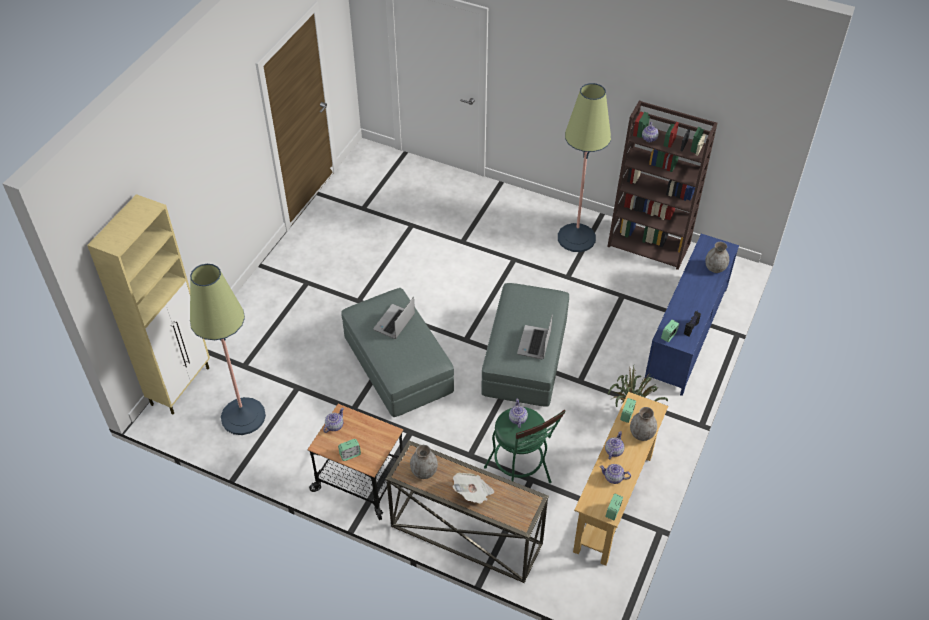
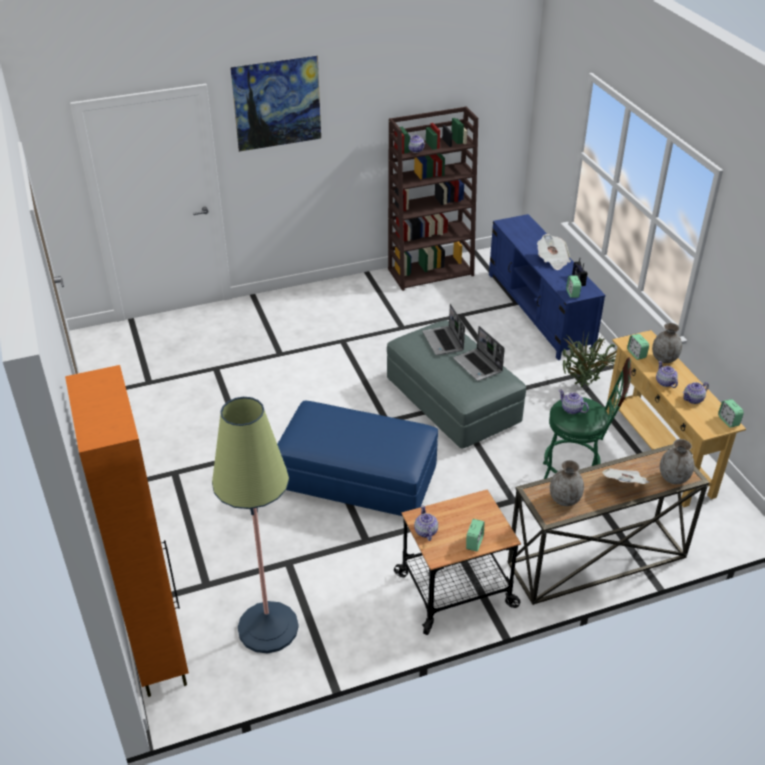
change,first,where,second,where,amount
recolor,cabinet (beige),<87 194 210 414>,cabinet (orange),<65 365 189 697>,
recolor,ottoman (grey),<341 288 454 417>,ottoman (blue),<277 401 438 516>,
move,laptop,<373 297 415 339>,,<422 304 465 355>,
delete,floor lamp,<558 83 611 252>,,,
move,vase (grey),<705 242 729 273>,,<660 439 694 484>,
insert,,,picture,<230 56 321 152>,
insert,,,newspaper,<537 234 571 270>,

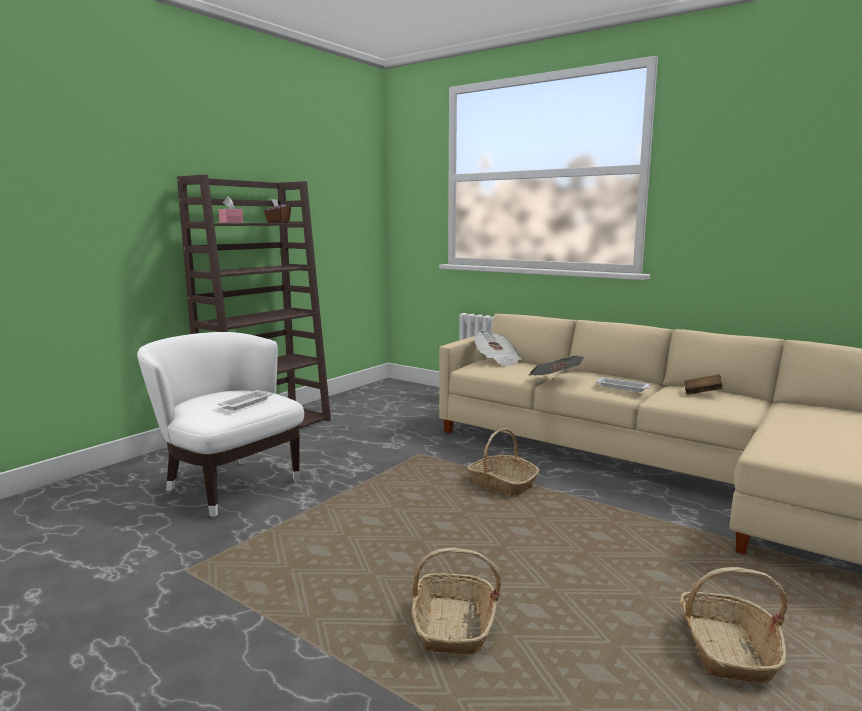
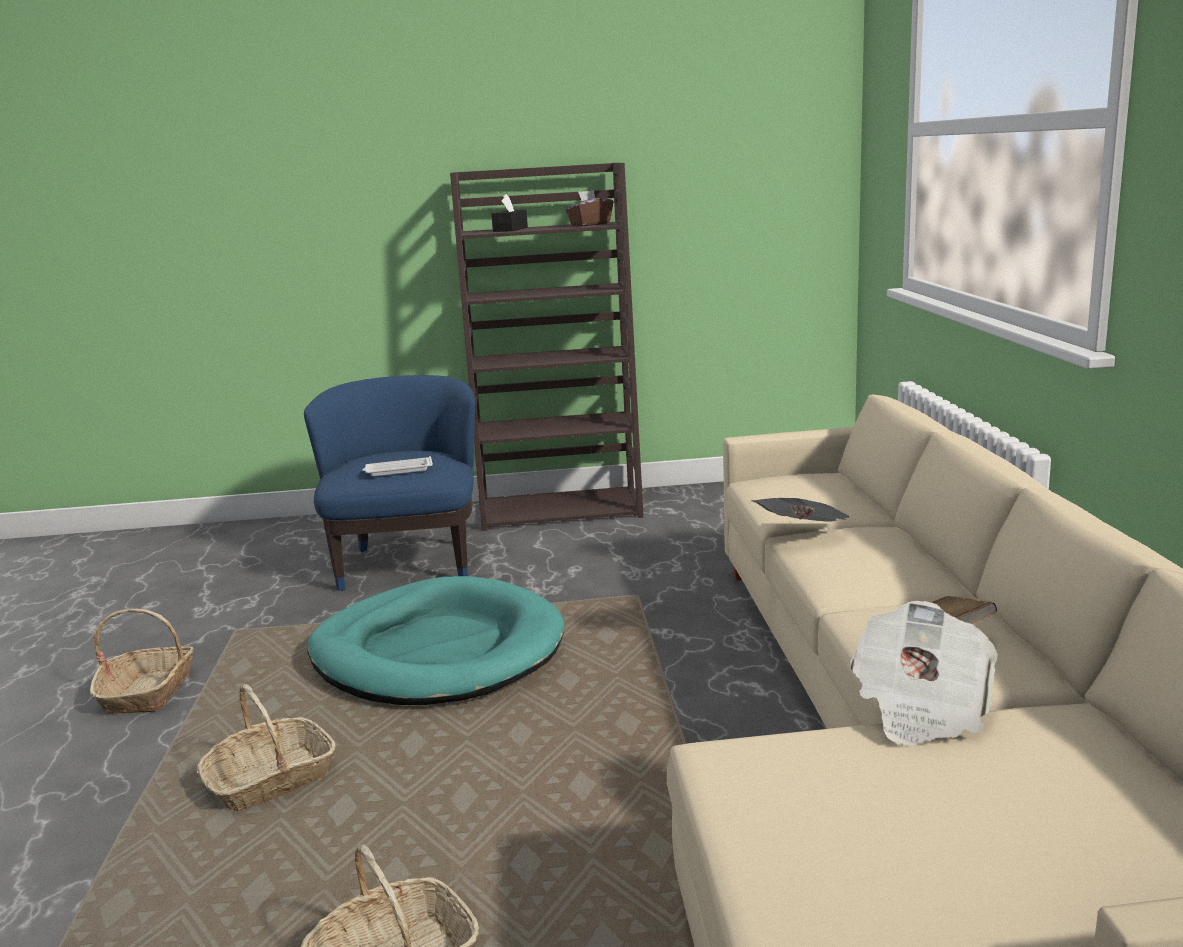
change,first,where,second,where,amount
recolor,armchair (white),<137 332 304 517>,armchair (blue),<304 375 475 591>,
recolor,tissue box (pink),<219 196 243 223>,tissue box (black),<491 194 528 232>,
move,basket,<467 428 539 496>,,<90 609 194 714>,
move,newspaper,<474 330 522 367>,,<850 601 998 745>,
delete,tray (white),<596 377 650 392>,,,
insert,,,dog bed (turquoise),<307 576 564 705>,

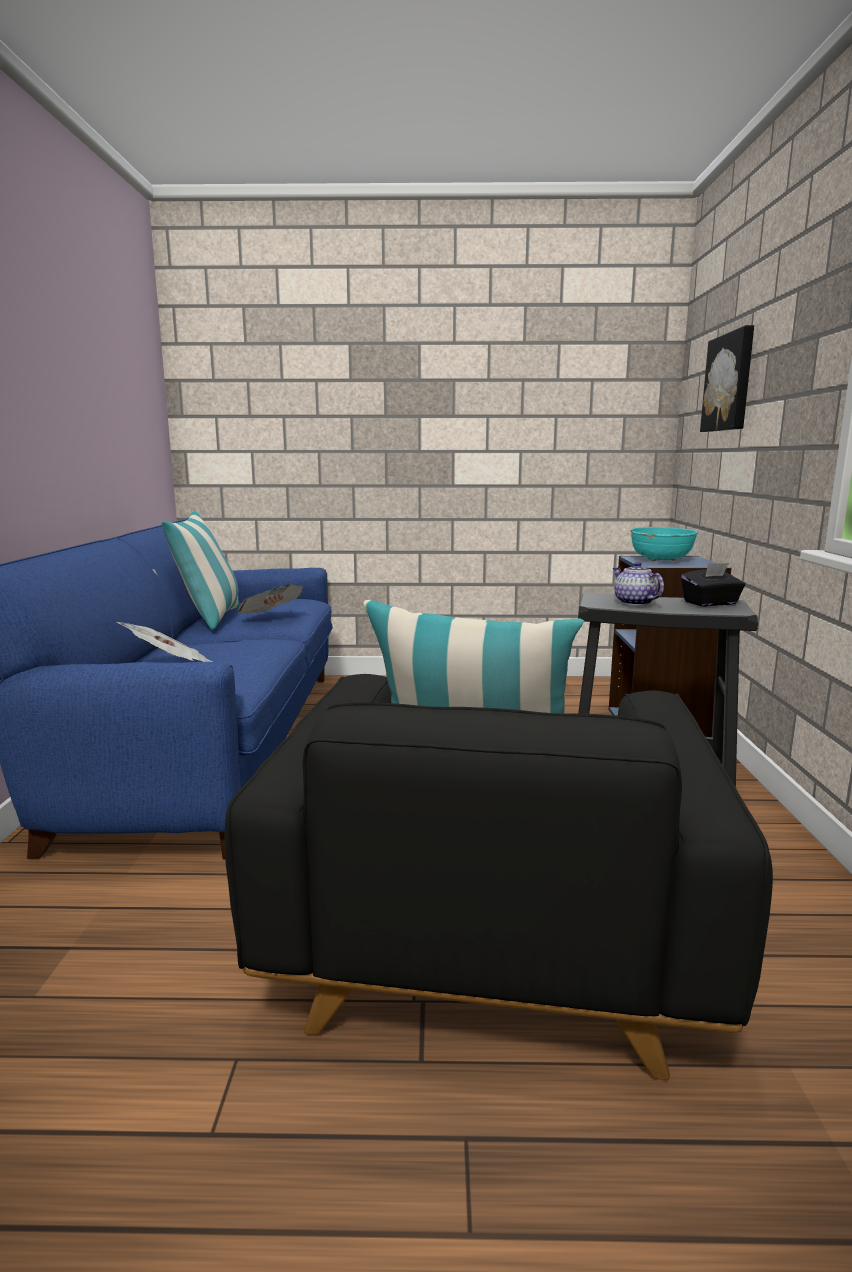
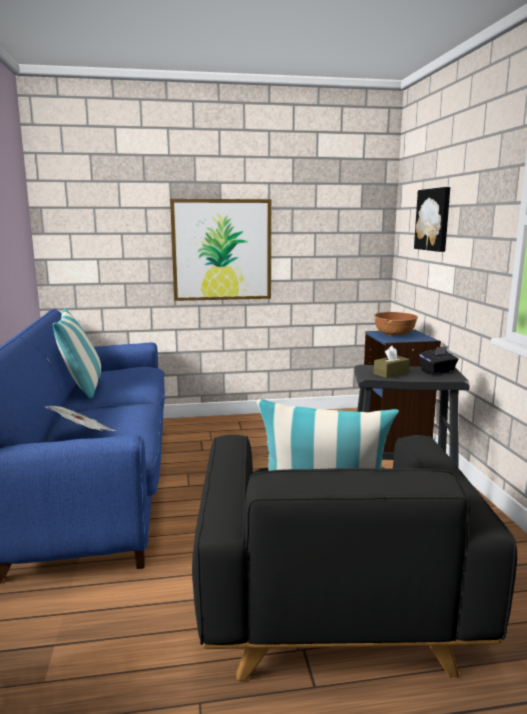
change,first,where,second,where,amount
delete,newspaper,<237 584 303 614>,,,
replace,teapot,<613 562 664 606>,tissue box (brown),<374 346 410 378>,
recolor,bowl (turquoise),<630 527 698 561>,bowl (brown),<374 312 418 336>,
insert,,,picture,<170 199 271 301>,

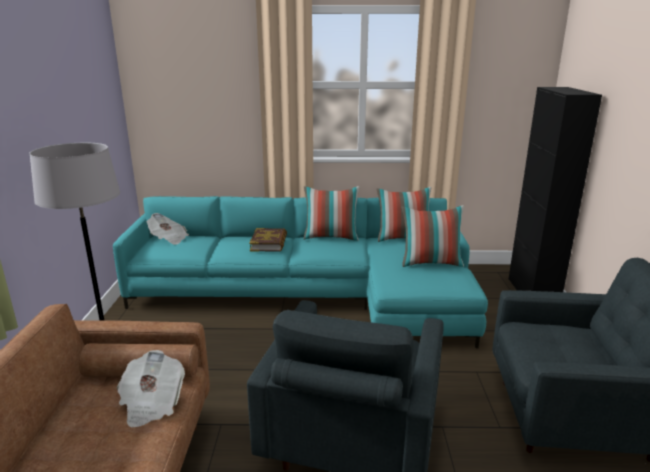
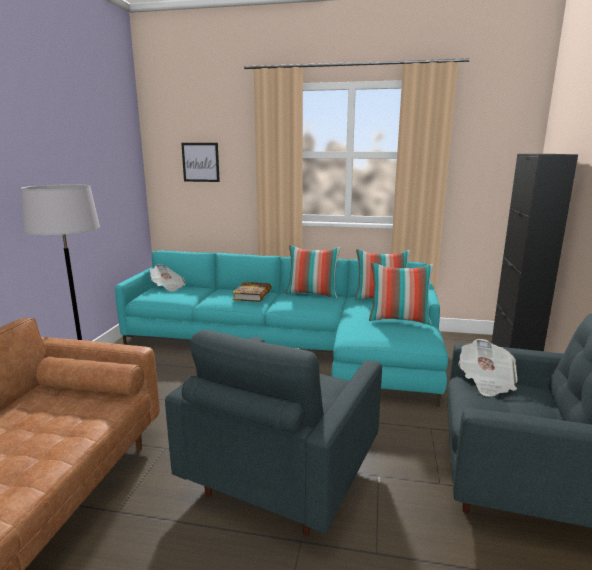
change,first,where,second,where,amount
move,newspaper,<117 350 185 428>,,<458 339 517 396>,
insert,,,picture,<181 143 220 182>,

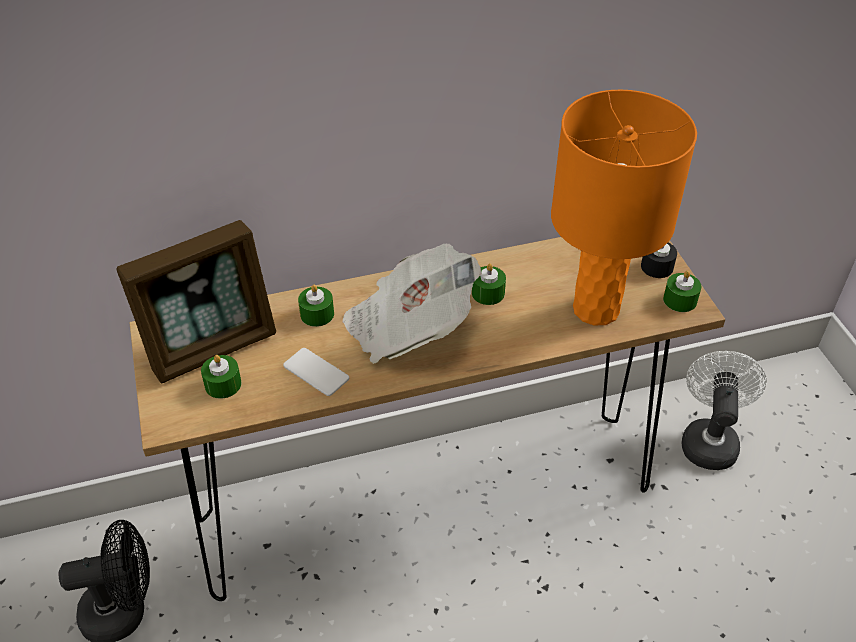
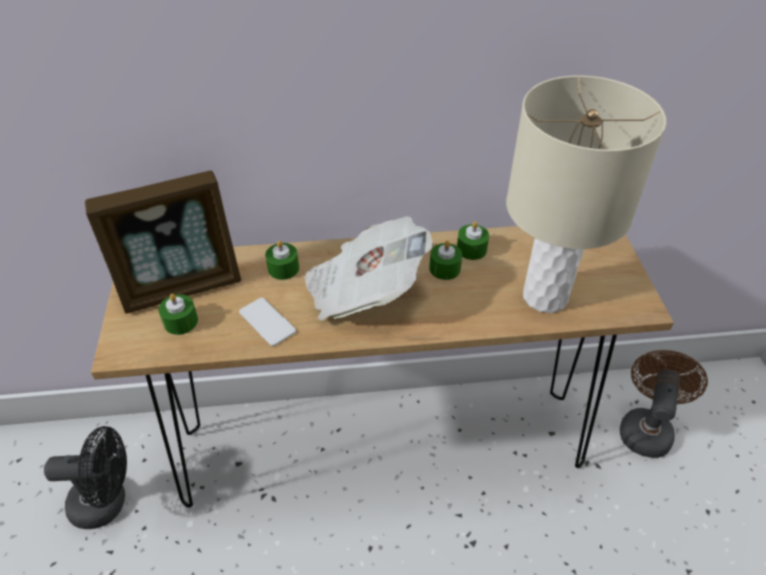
change,first,where,second,where,amount
recolor,table lamp (orange),<551 90 697 326>,table lamp (beige),<506 75 666 313>,
delete,candle (black),<641 243 677 278>,,,
move,candle (green),<663 271 701 312>,,<457 221 489 260>,
recolor,fan (white),<682 351 767 470>,fan (brown),<620 350 708 458>,

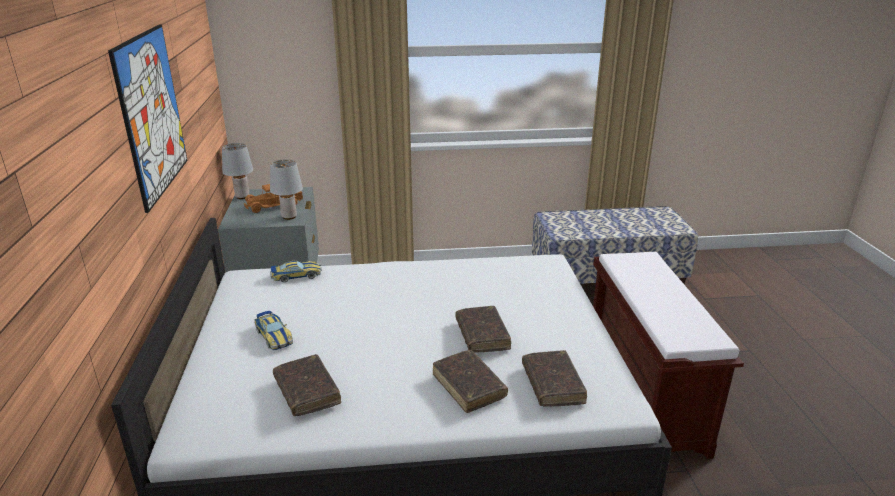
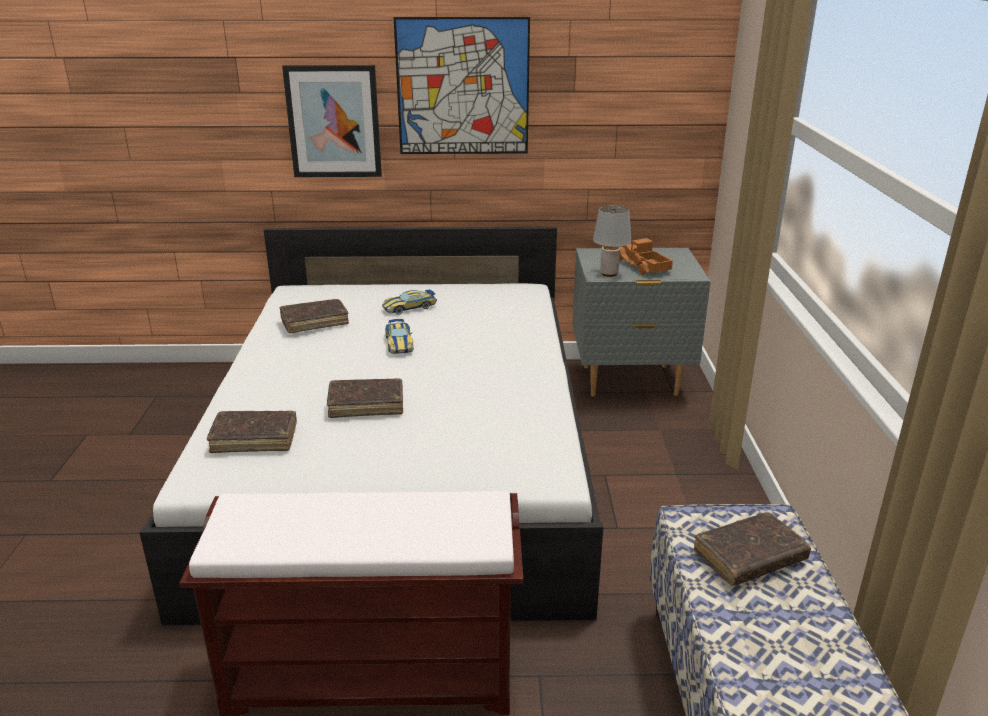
change,first,where,second,where,amount
delete,table lamp (grey),<222 143 253 199>,,,
move,toy car,<270 261 322 282>,,<385 319 413 354>,
move,book (brown),<433 350 508 413>,,<694 512 811 586>,
insert,,,picture,<282 65 382 177>,

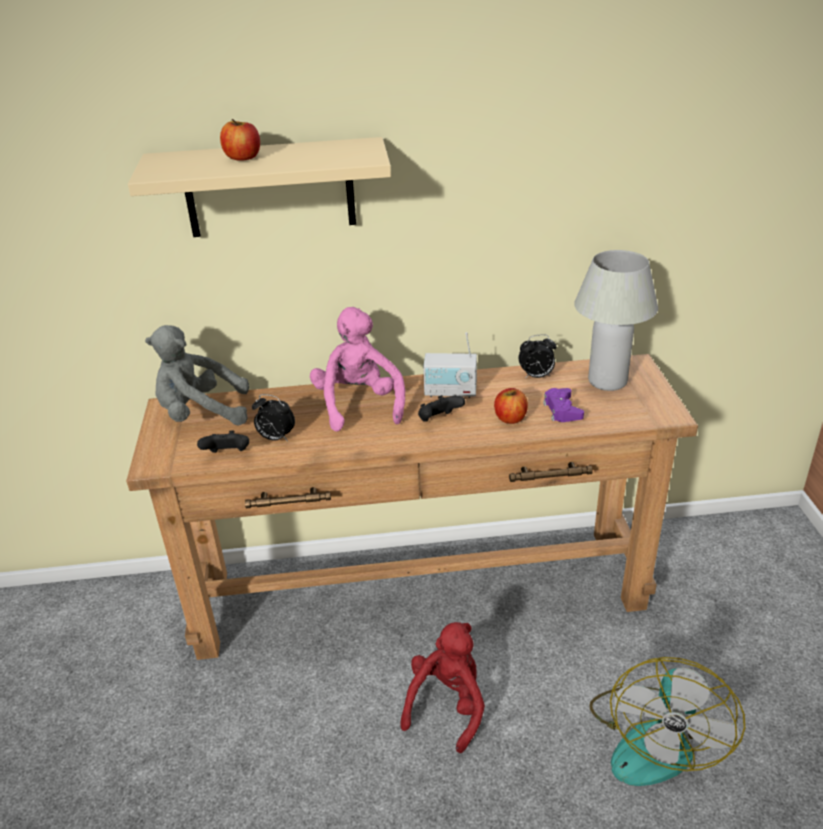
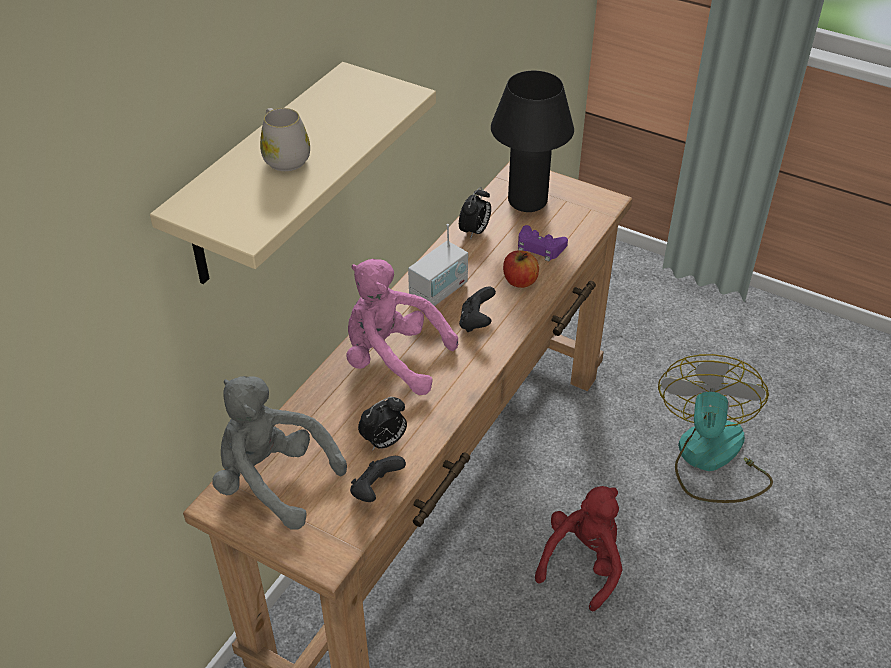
change,first,where,second,where,amount
rotate,plush toy (grey),<145 325 249 425>,,<212 376 347 529>,90 degrees clockwise
replace,apple,<220 119 260 161>,mug (white),<260 108 310 171>,
rotate,plush toy (red),<400 622 485 753>,,<535 486 622 612>,60 degrees clockwise
recolor,table lamp (white),<574 250 658 391>,table lamp (black),<491 71 574 212>,
rotate,fan,<589 657 745 786>,,<658 354 773 503>,135 degrees counterclockwise

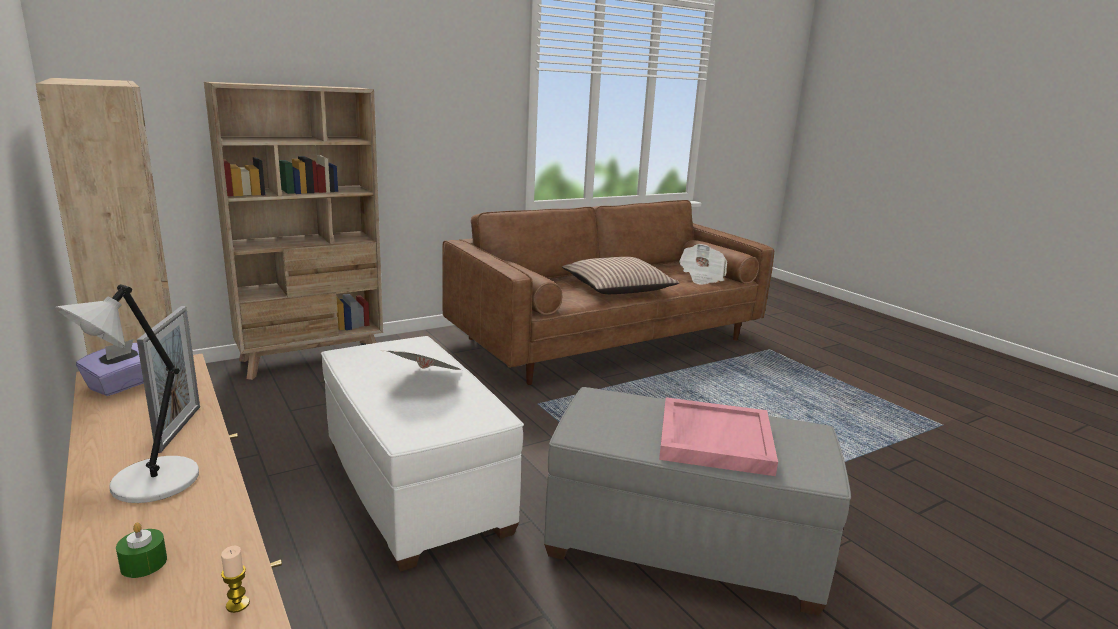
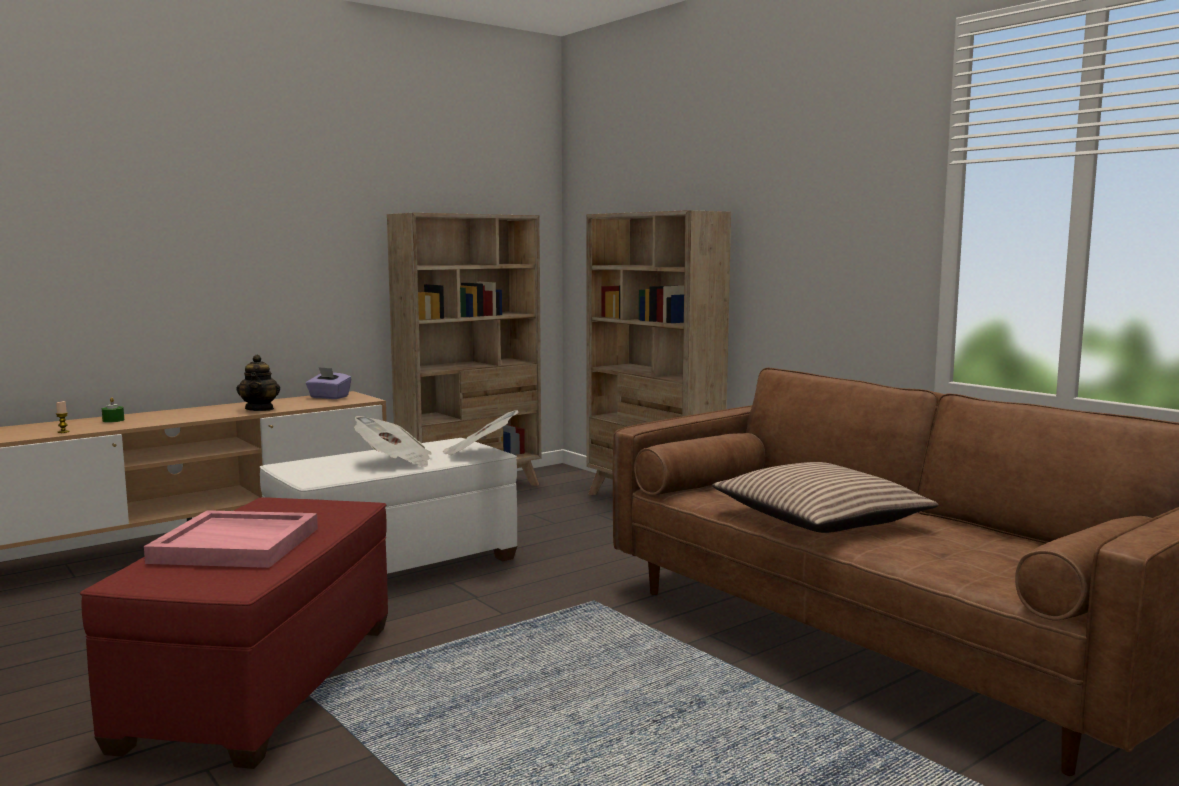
change,first,where,second,where,amount
delete,table lamp (grey),<55 284 199 503>,,,
replace,picture frame,<137 306 200 453>,teapot,<236 355 280 411>,
recolor,ottoman (grey),<544 387 851 616>,ottoman (red),<80 497 388 769>,
move,newspaper,<679 244 727 285>,,<443 410 519 456>,

